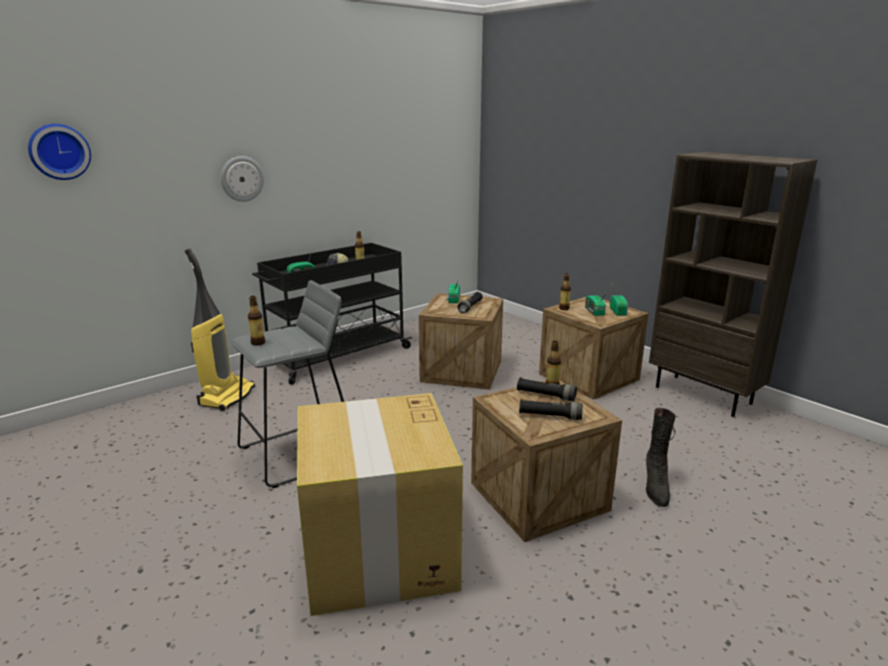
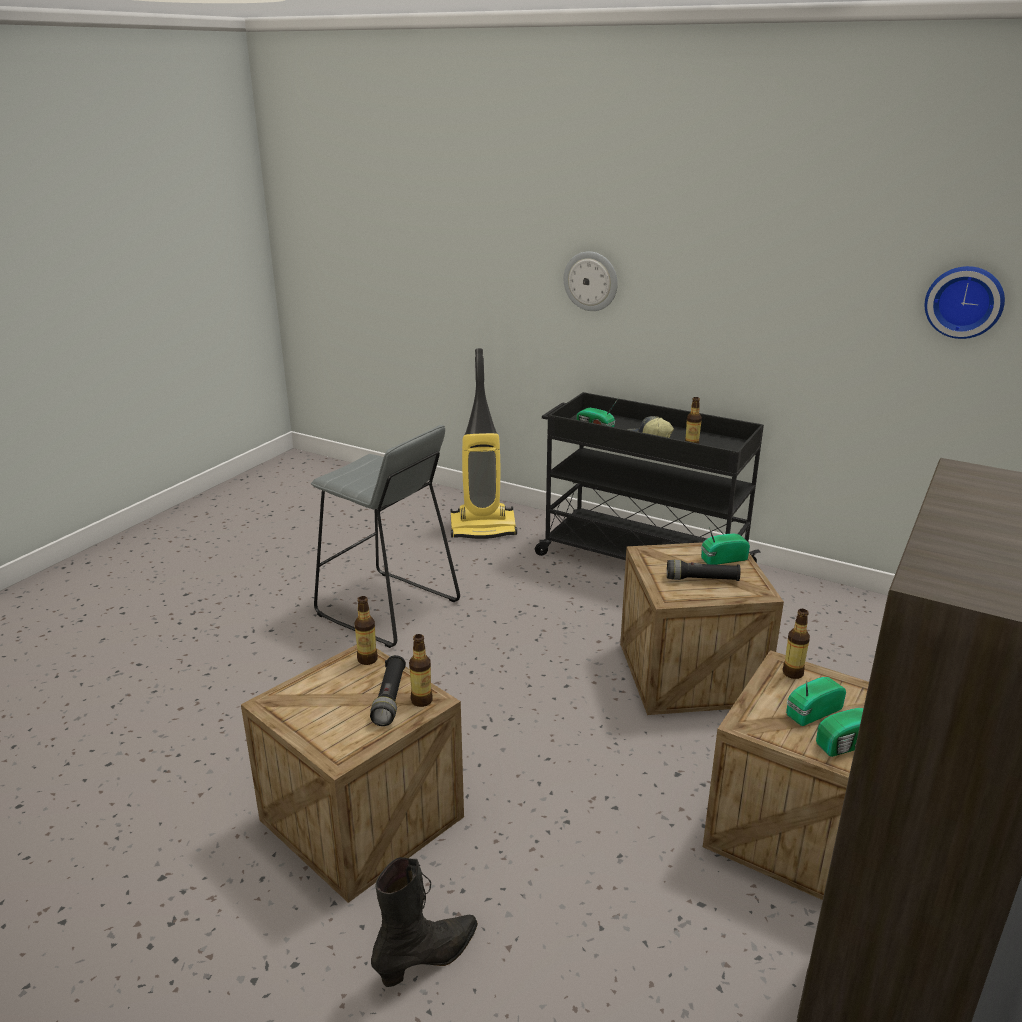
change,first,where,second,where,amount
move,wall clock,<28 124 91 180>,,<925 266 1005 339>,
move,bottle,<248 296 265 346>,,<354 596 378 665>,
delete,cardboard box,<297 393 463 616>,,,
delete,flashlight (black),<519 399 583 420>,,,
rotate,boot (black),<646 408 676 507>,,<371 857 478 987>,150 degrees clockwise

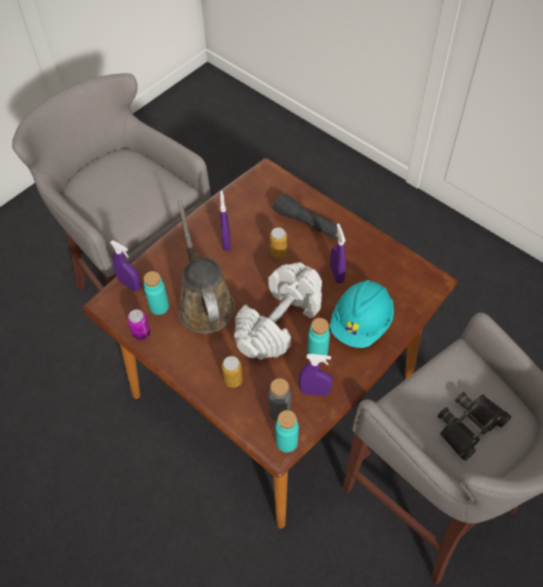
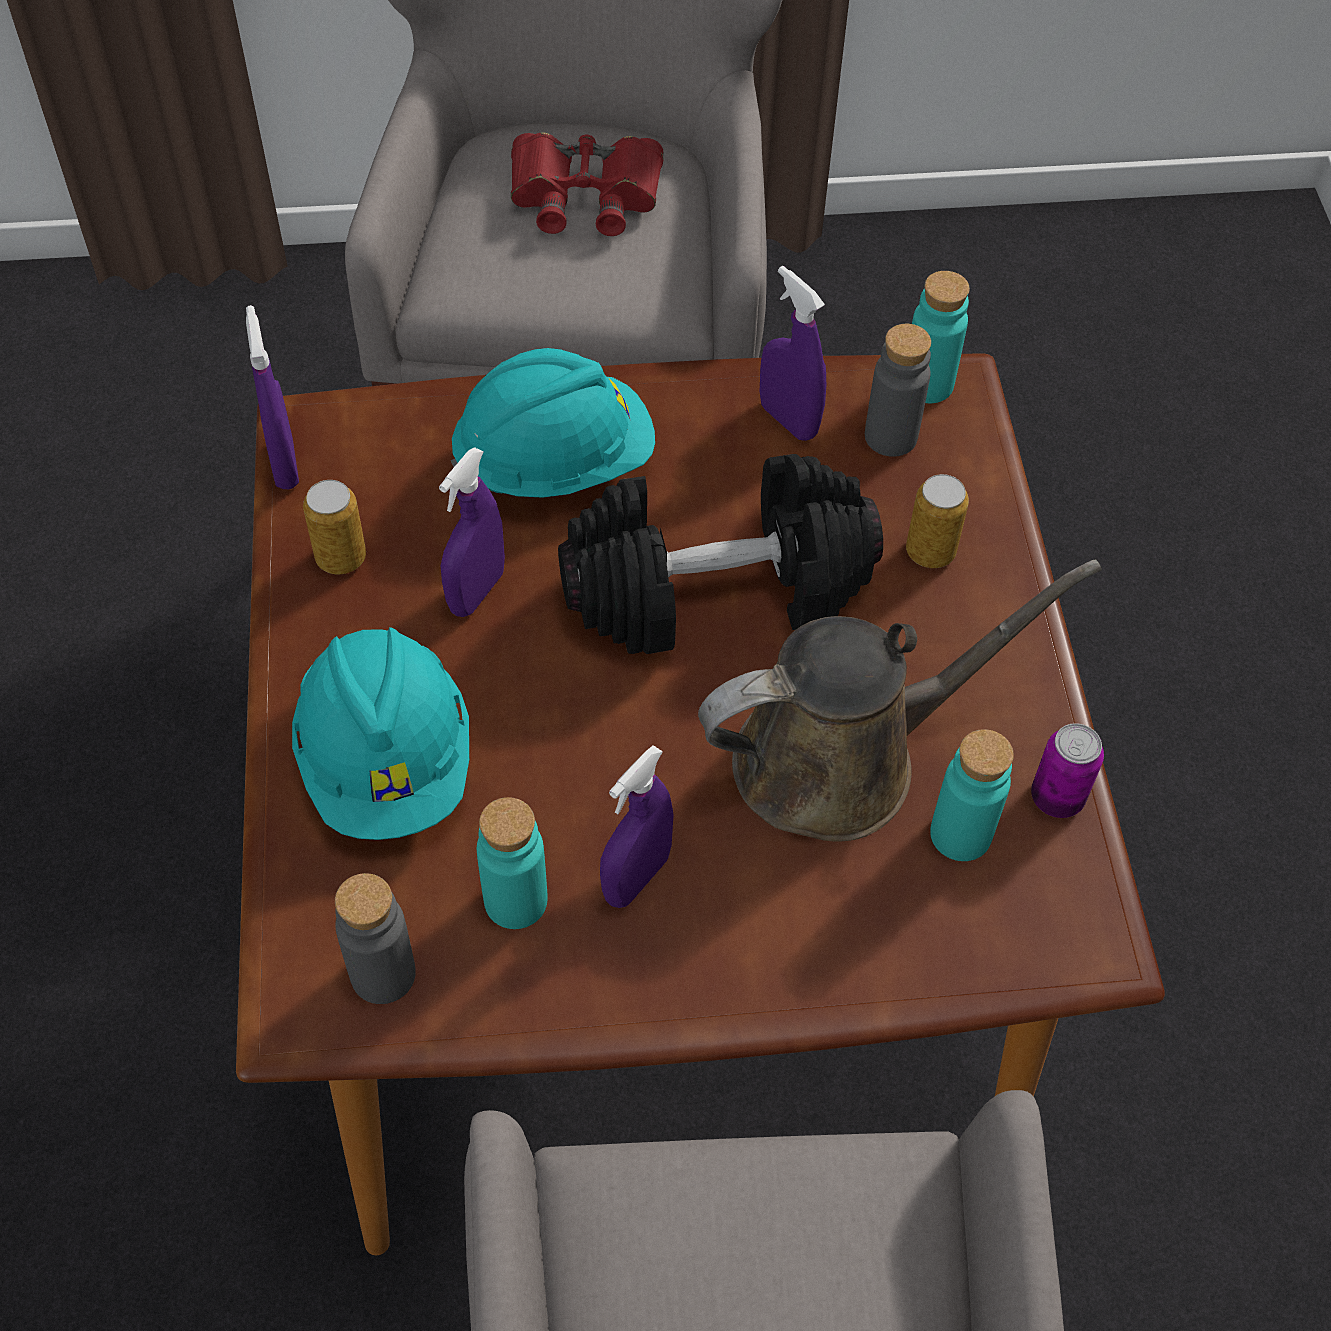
change,first,where,second,where,amount
move,spray bottle (purple),<110 240 141 292>,,<246 305 299 489>,
rotate,watering can (brown),<178 200 235 334>,,<698 559 1102 841>,135 degrees counterclockwise
recolor,dumbbell (white),<234 262 322 360>,dumbbell (black),<558 454 883 654>,
move,can,<270 227 287 259>,,<303 480 366 574>,
replace,flashlight (black),<273 194 343 240>,hard hat (turquoise),<292 627 469 840>,
move,bottle (turquoise),<308 318 330 355>,,<477 797 548 929>,
recolor,binoculars (black),<438 392 511 461>,binoculars (red),<511 132 664 236>,
insert,,,bottle (grey),<335 873 416 1004>,

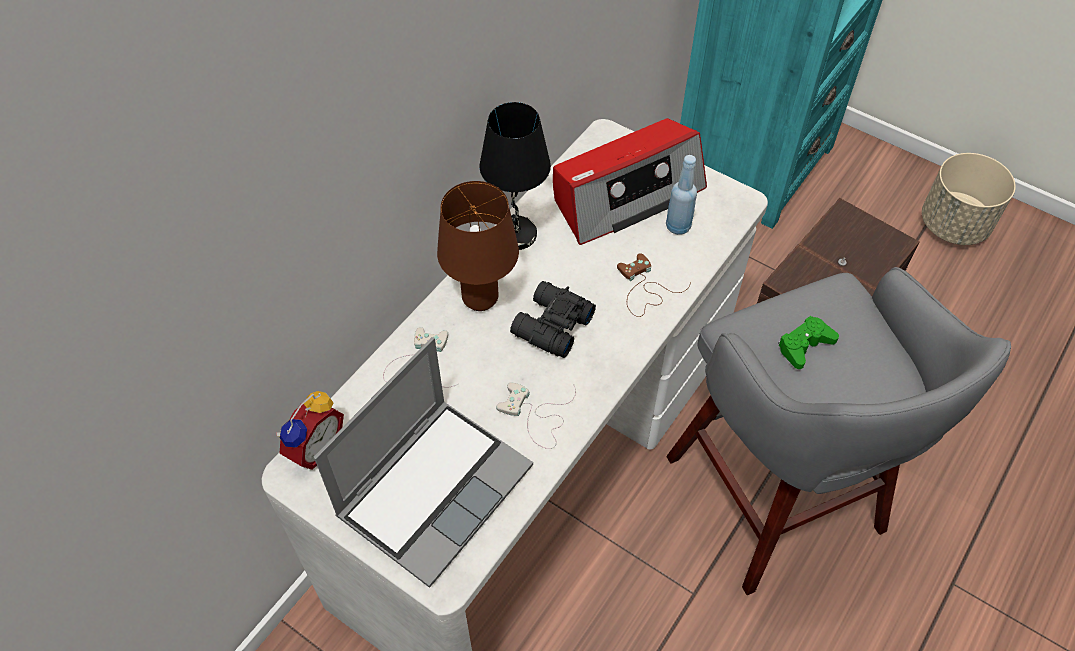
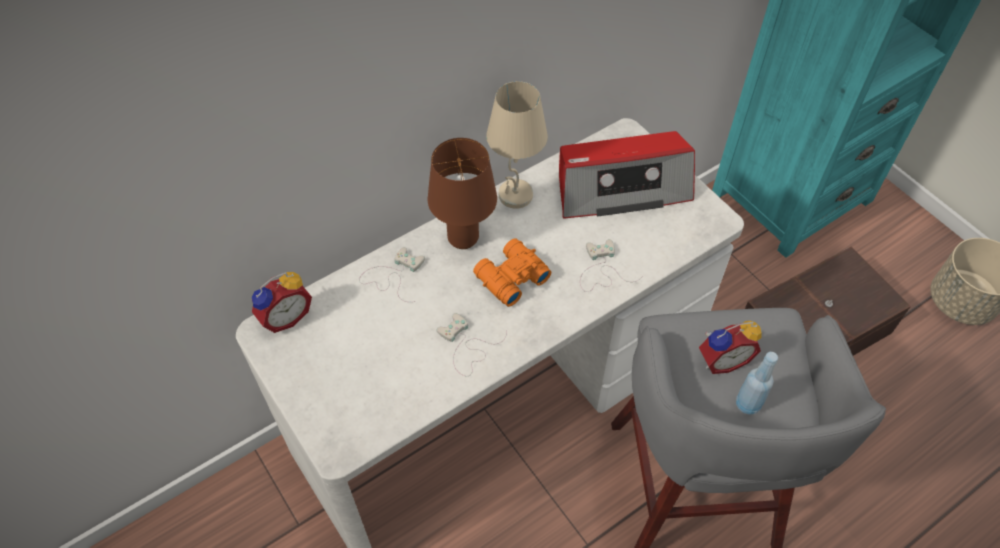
change,first,where,second,where,amount
delete,laptop,<314 337 533 588>,,,
recolor,table lamp (black),<480 102 551 250>,table lamp (beige),<486 81 548 209>,
recolor,binoculars (black),<510 281 596 358>,binoculars (orange),<473 238 551 307>,
recolor,game controller (brown),<617 253 691 317>,game controller (white),<580 239 643 292>,
move,bottle (blue),<666 155 697 235>,,<736 352 778 415>,
replace,game controller (green),<778 316 839 369>,alarm clock,<699 321 762 374>,

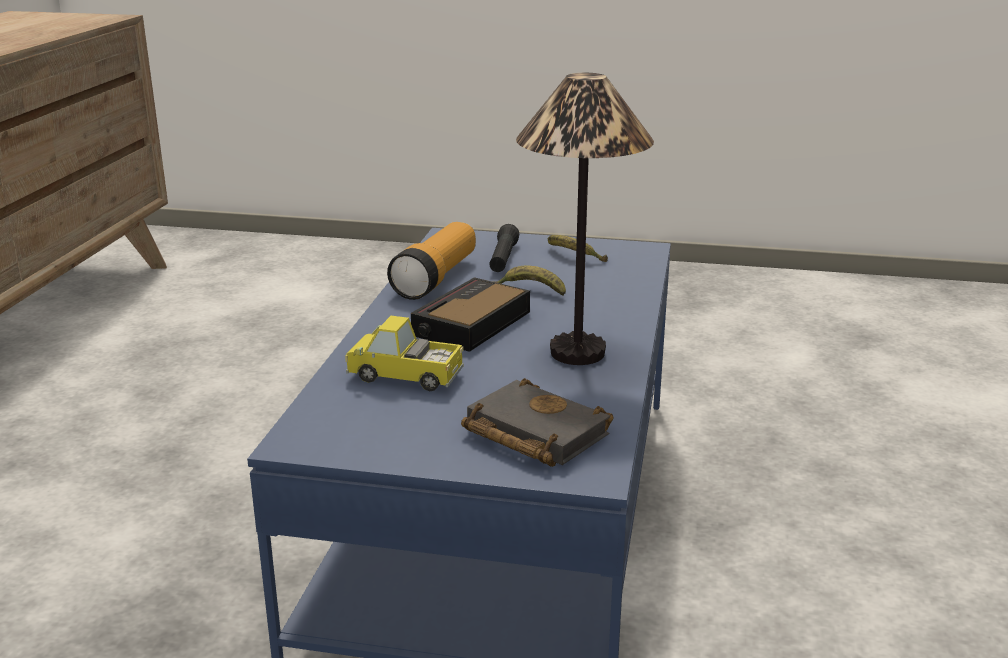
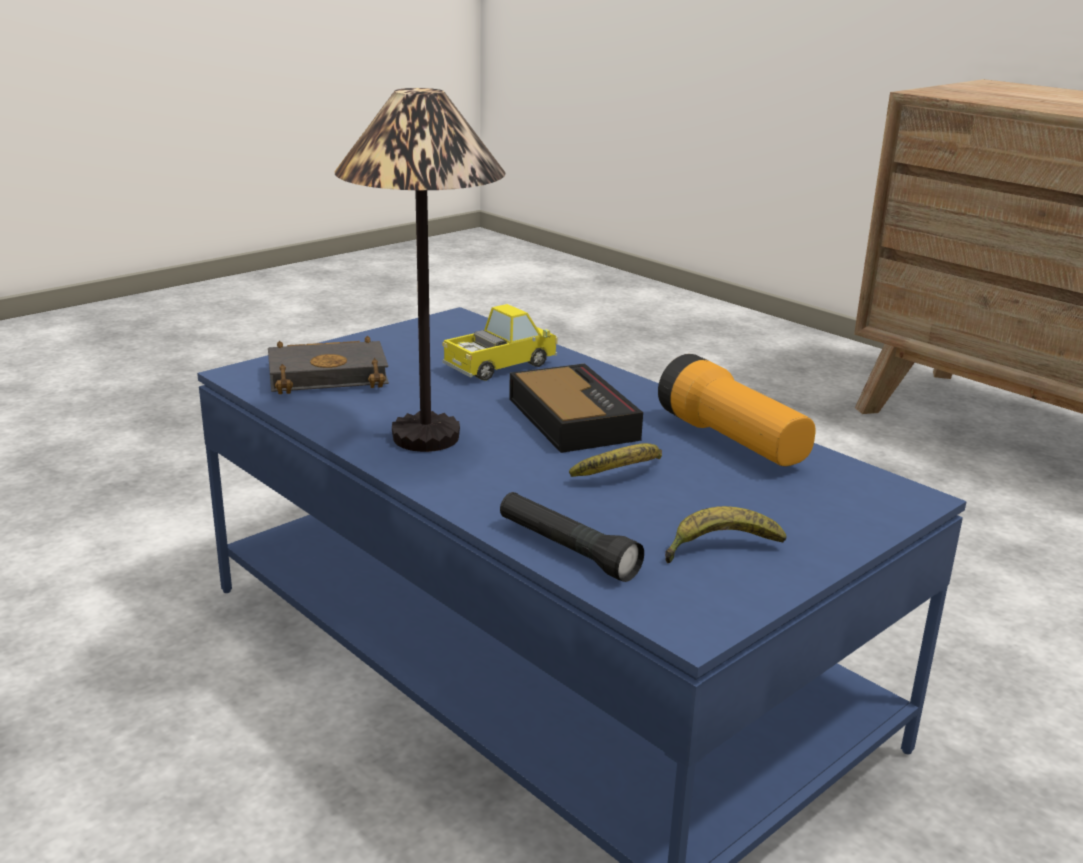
change,first,where,second,where,amount
move,flashlight (black),<489 224 519 272>,,<500 492 644 582>,

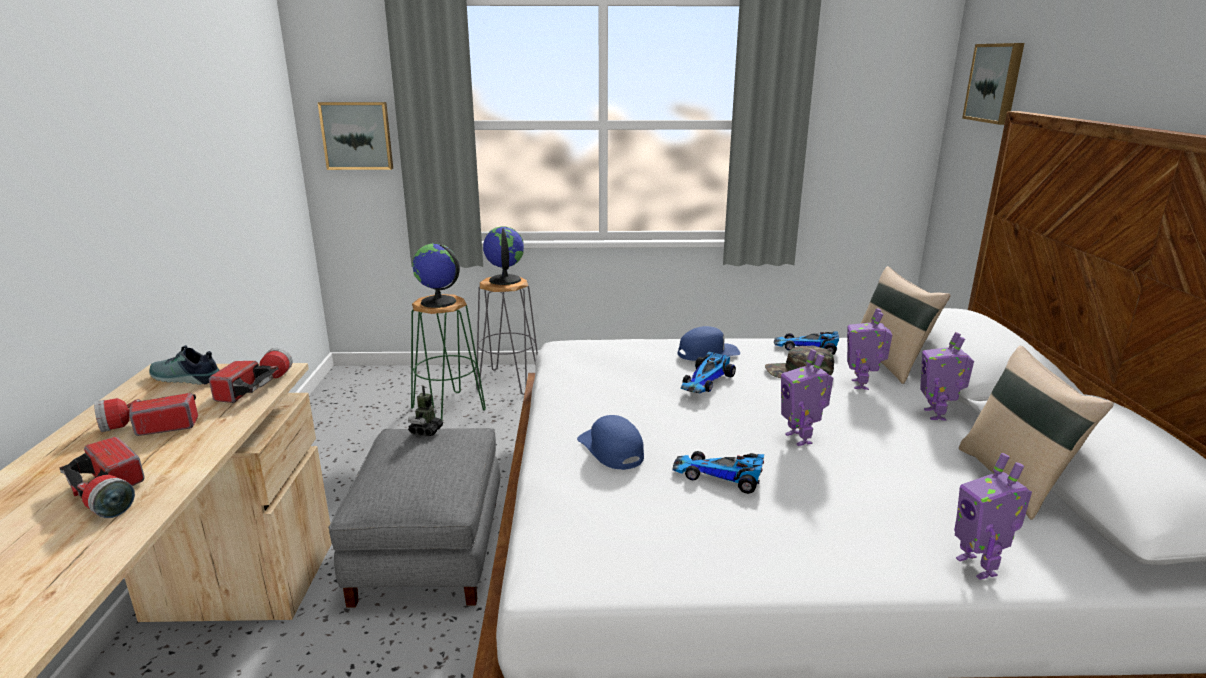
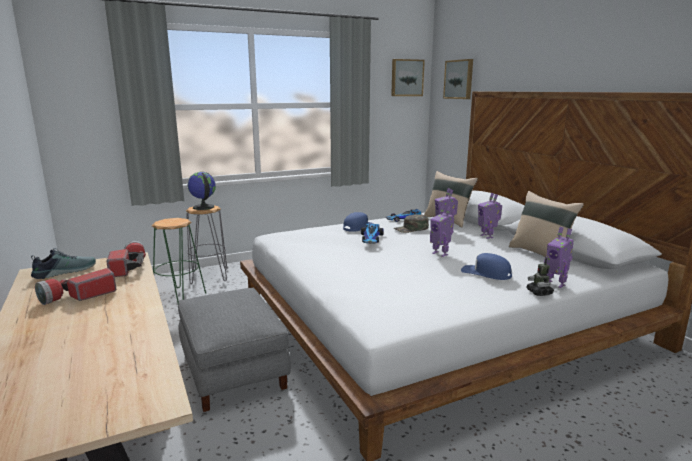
change,first,where,second,where,amount
delete,flashlight,<59 437 145 518>,,,
rotate,shoe,<149 345 220 385>,,<31 248 96 279>,150 degrees clockwise
move,picture,<317 102 393 170>,,<391 59 425 96>,
move,toy robot,<408 386 443 436>,,<526 257 554 296>,
delete,globe,<412 243 460 308>,,,
move,cap (blue),<577 415 644 470>,,<461 253 512 280>,
delete,toy car,<672 451 764 494>,,,

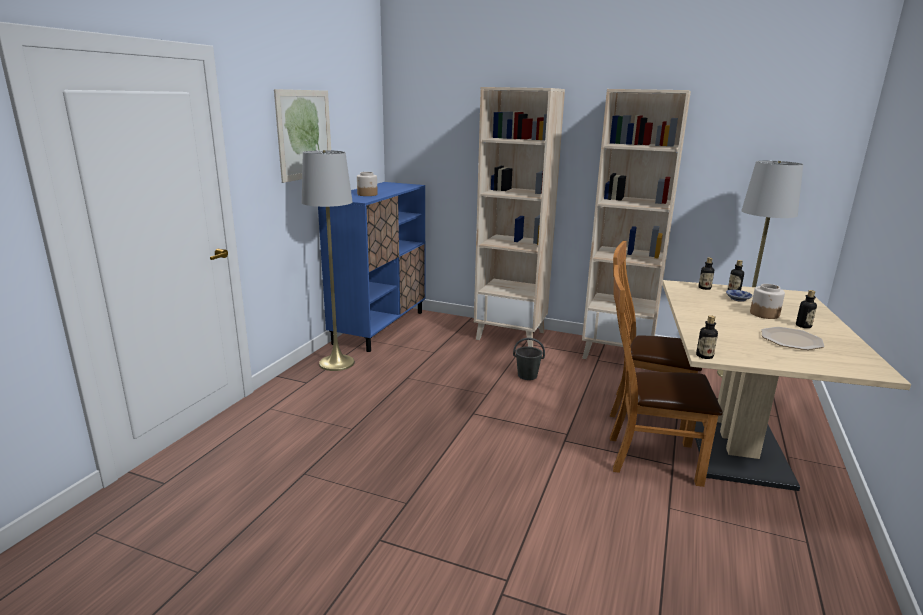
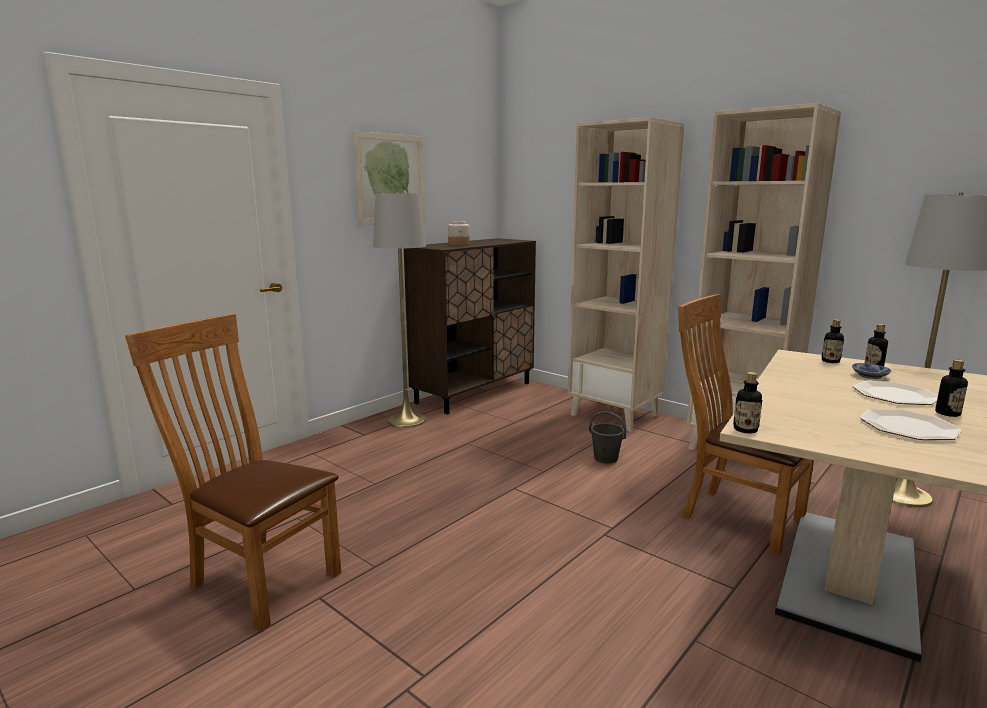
change,first,where,second,where,amount
recolor,cabinet (blue),<318 182 425 352>,cabinet (brown),<404 238 536 414>,
move,chair (brown),<610 265 723 487>,,<125 314 341 632>,
replace,jar,<750 284 785 319>,plate,<853 381 938 405>,

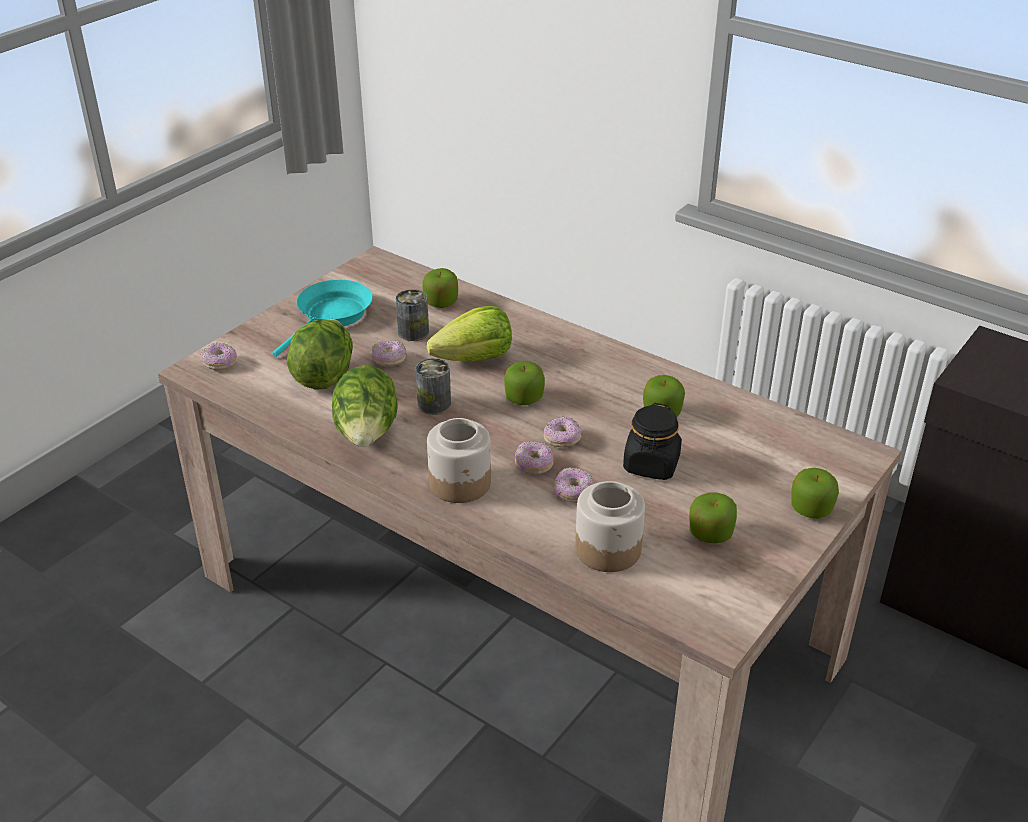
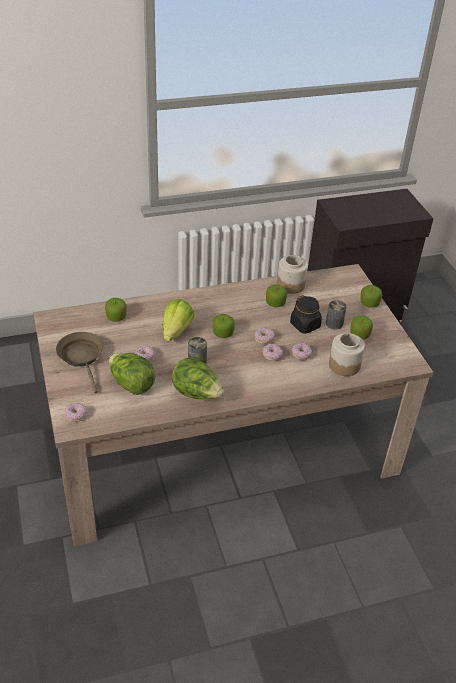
change,first,where,second,where,amount
recolor,frying pan (turquoise),<272 280 373 357>,frying pan (brown),<56 332 103 394>,
move,can,<396 289 429 341>,,<326 300 347 330>,
move,jar,<427 418 491 503>,,<277 255 308 294>,

